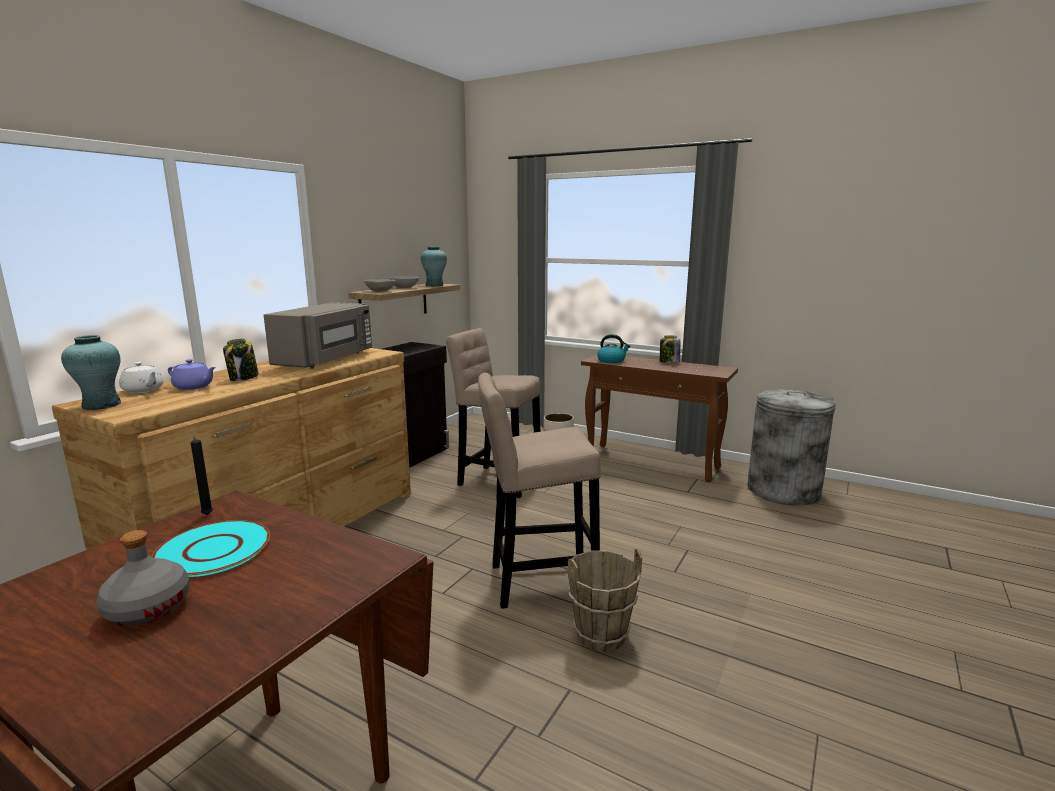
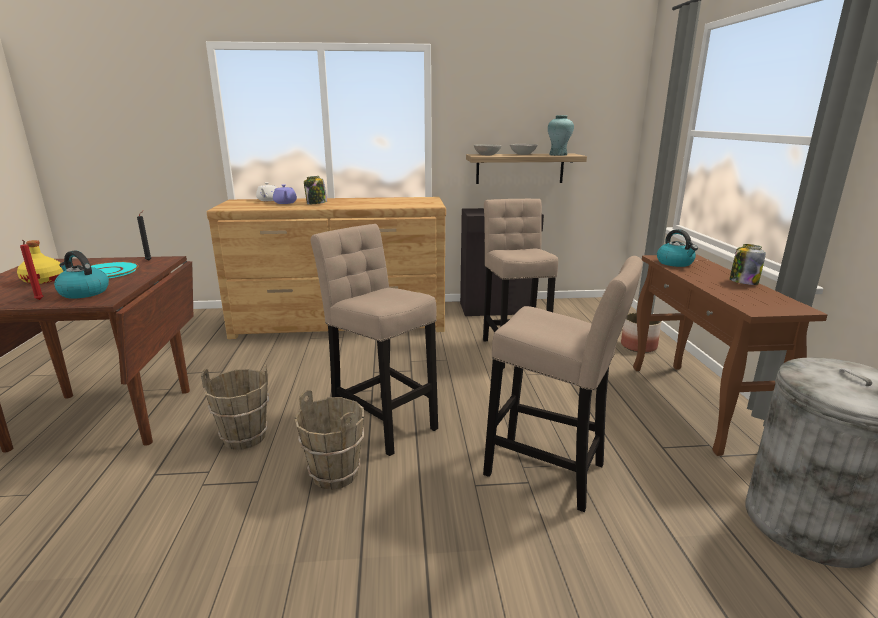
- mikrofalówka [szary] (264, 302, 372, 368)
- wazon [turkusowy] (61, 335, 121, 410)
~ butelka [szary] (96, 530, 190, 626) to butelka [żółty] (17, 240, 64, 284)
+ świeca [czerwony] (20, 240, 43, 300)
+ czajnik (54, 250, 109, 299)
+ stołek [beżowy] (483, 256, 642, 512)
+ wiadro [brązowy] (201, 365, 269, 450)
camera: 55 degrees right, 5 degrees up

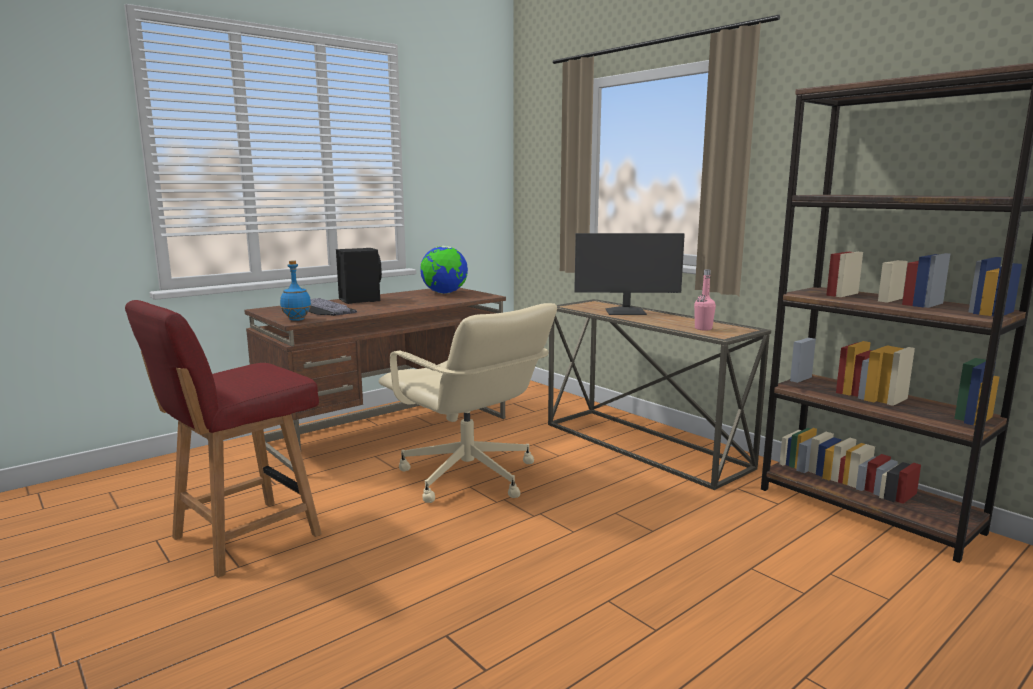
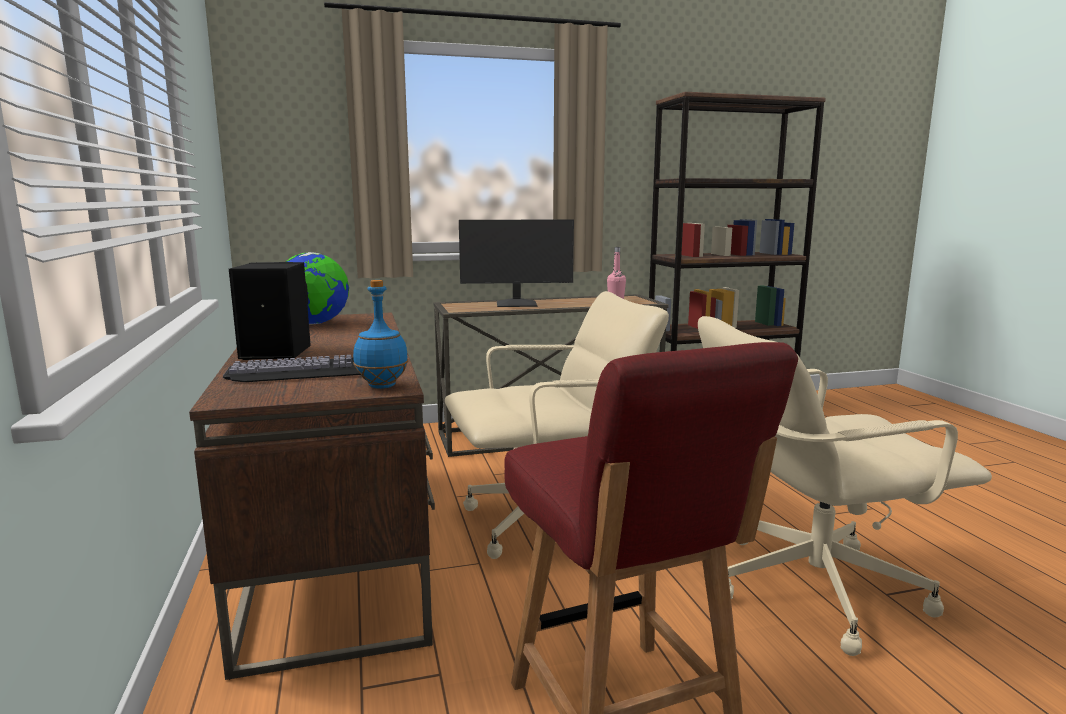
~ monitor (574, 233, 685, 315) = (459, 220, 574, 307) 60 degrees clockwise
+ krzesło biurowe [beżowy] (698, 316, 992, 656)
camera: 65 degrees left, 0 degrees up

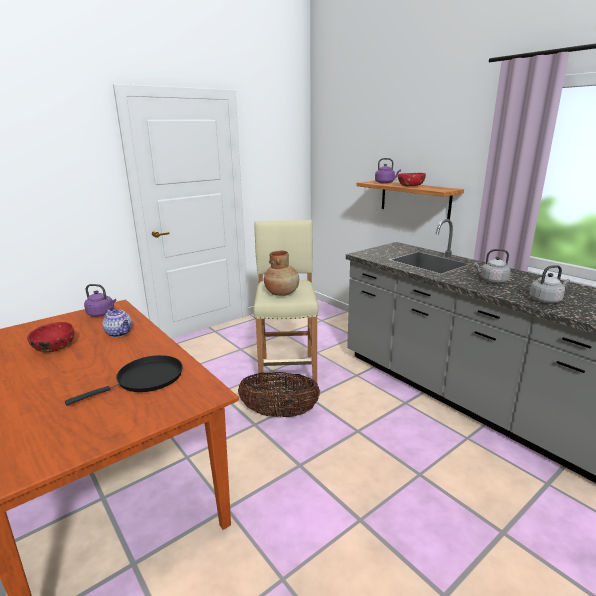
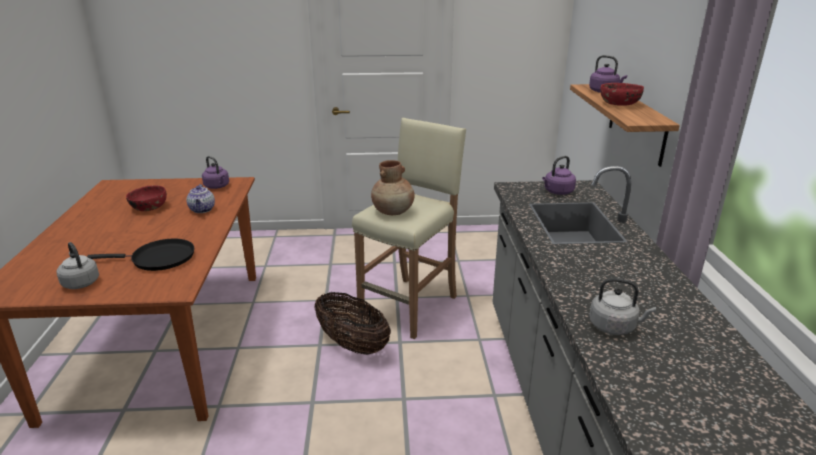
~ czajnik [szary] (474, 249, 511, 283) to (57, 242, 99, 289)
+ czajnik [fioletowy] (542, 156, 576, 195)
camera: 35 degrees right, 5 degrees up

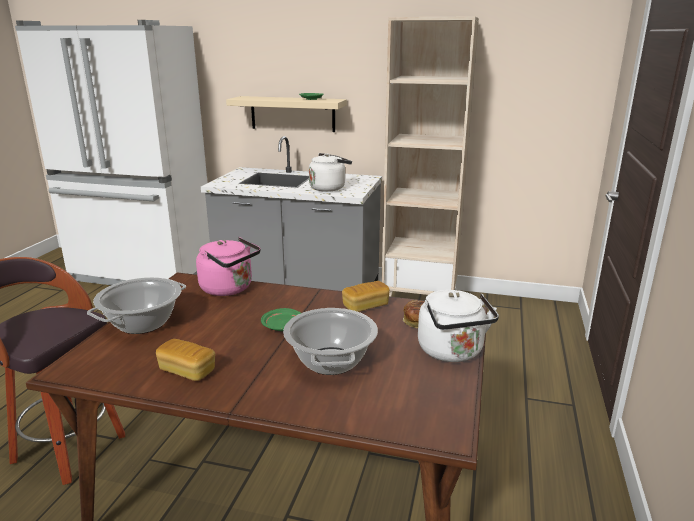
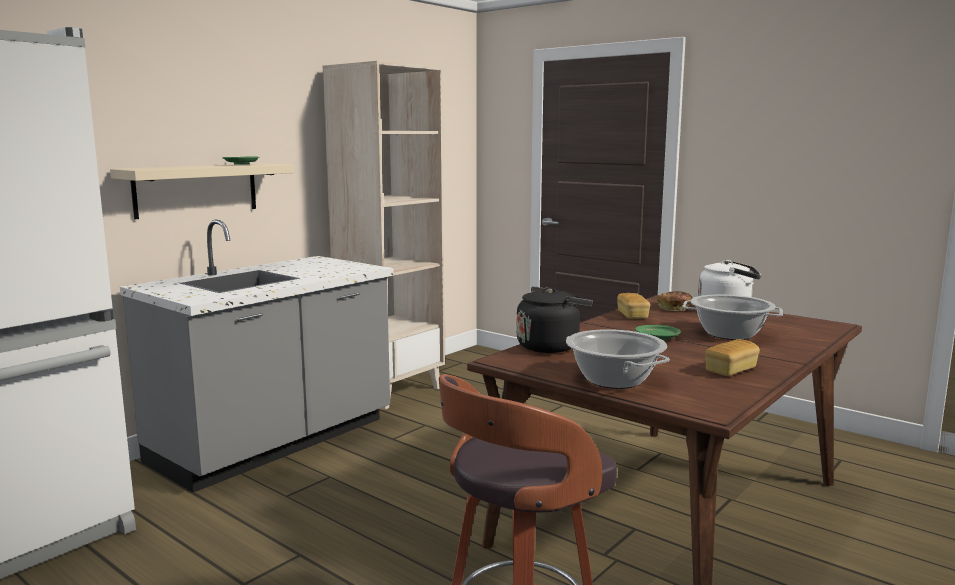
- czajnik [biały] (309, 153, 352, 192)
~ czajnik [różowy] (196, 237, 261, 296) to czajnik [czarny] (517, 287, 593, 353)
camera: 65 degrees left, 10 degrees down

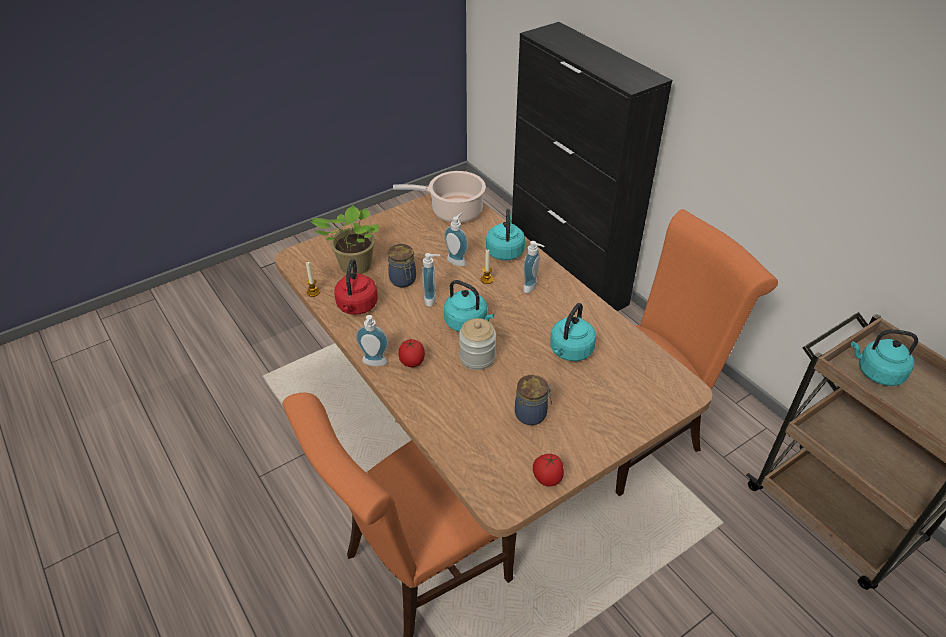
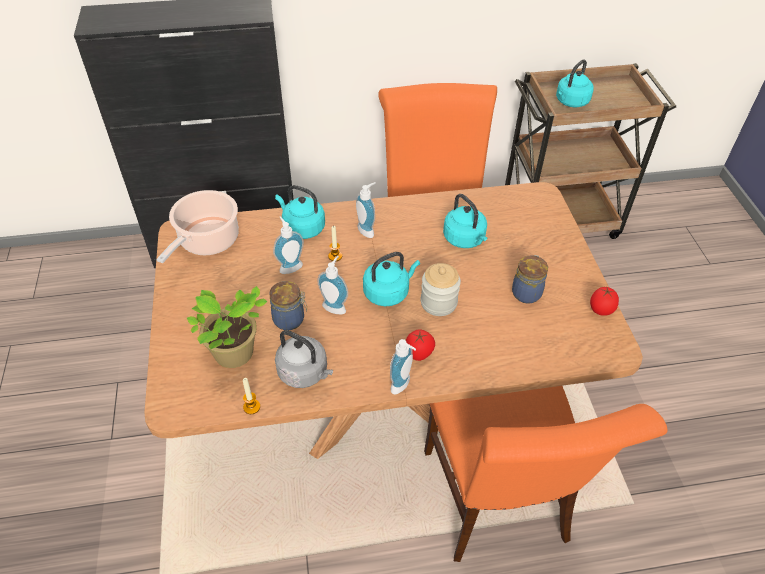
~ czajnik [czerwony] (334, 259, 378, 315) to czajnik [szary] (275, 330, 333, 388)
camera: 65 degrees left, 5 degrees up

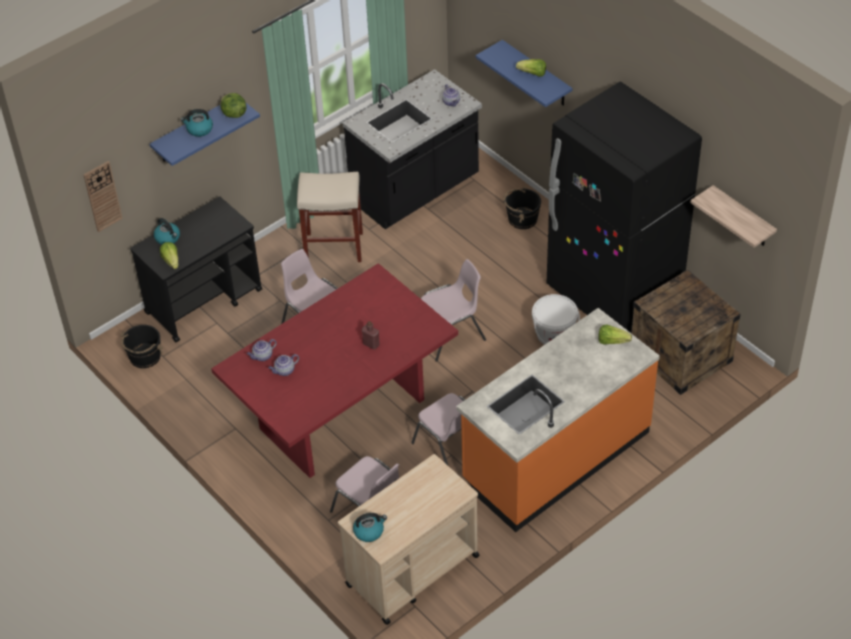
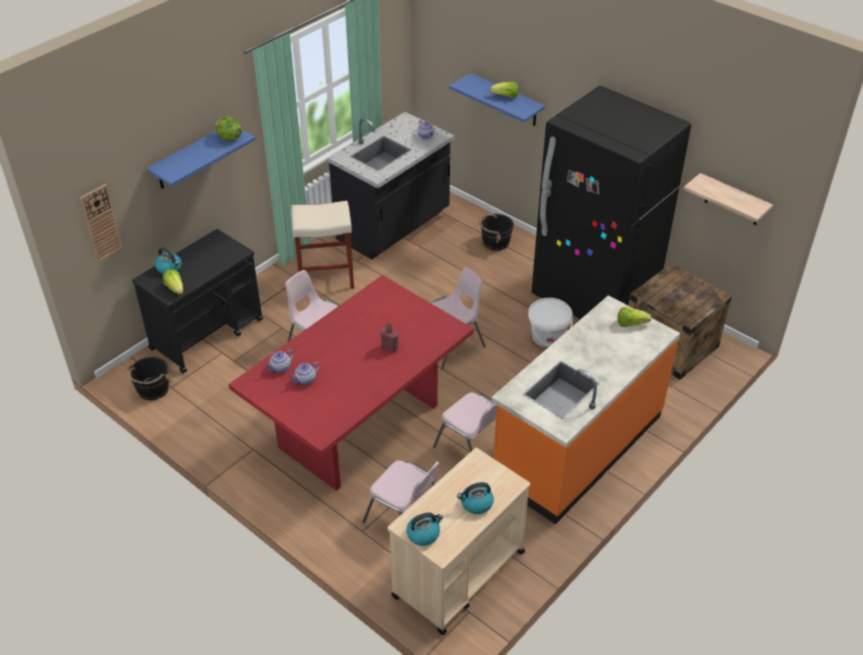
~ czajnik (180, 109, 213, 137) to (457, 482, 494, 514)
camera: 10 degrees left, 5 degrees down

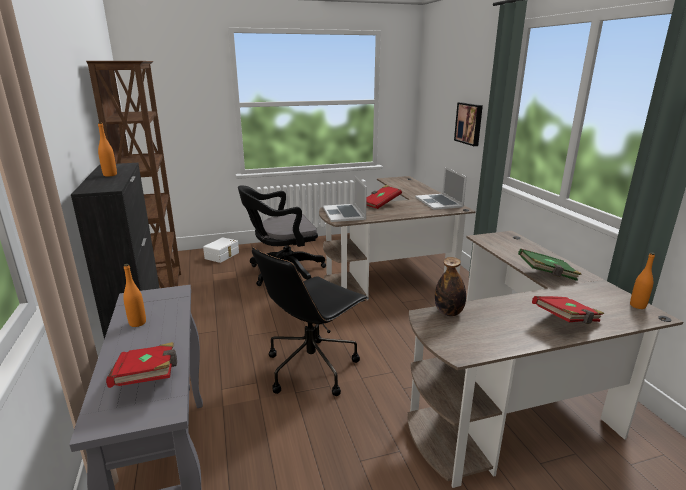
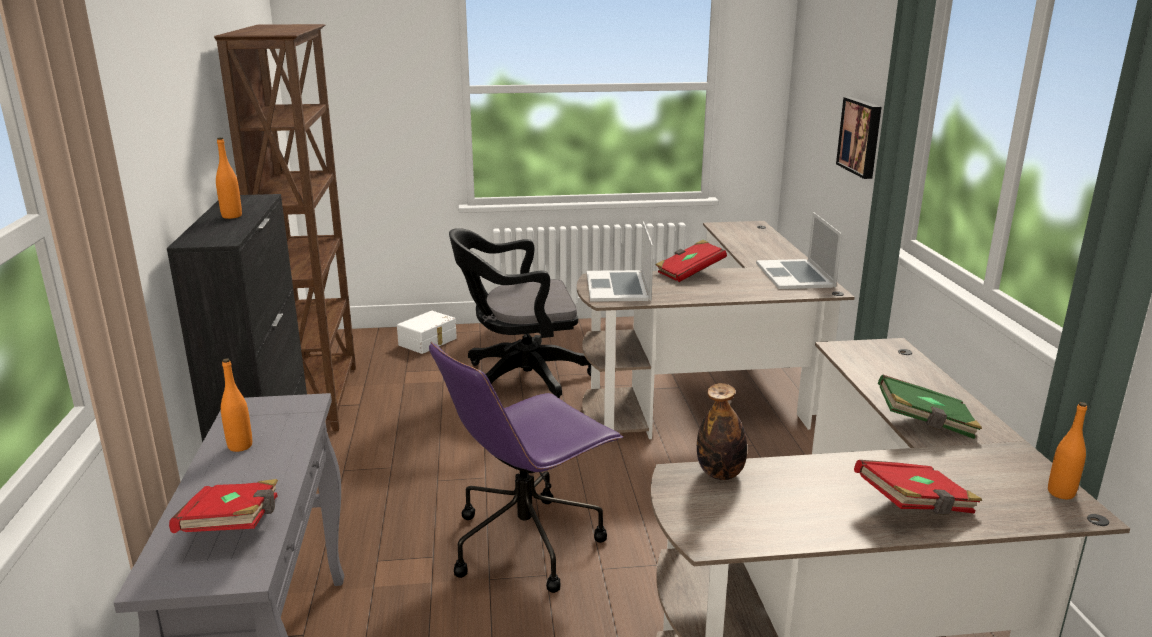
~ krzesło biurowe [czarny] (252, 247, 369, 396) to krzesło biurowe [fioletowy] (429, 342, 623, 593)
camera: 10 degrees right, 0 degrees up

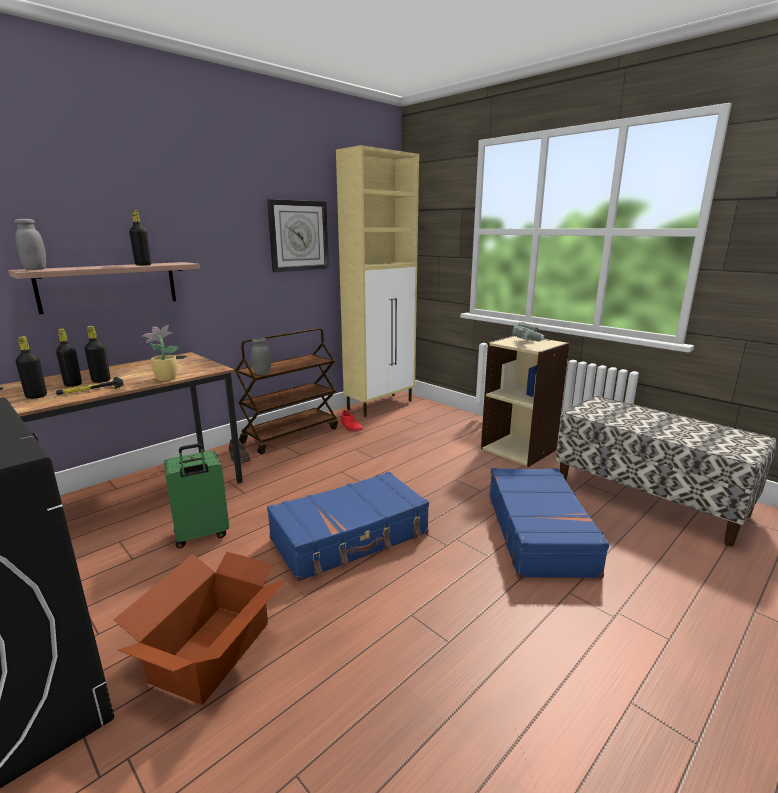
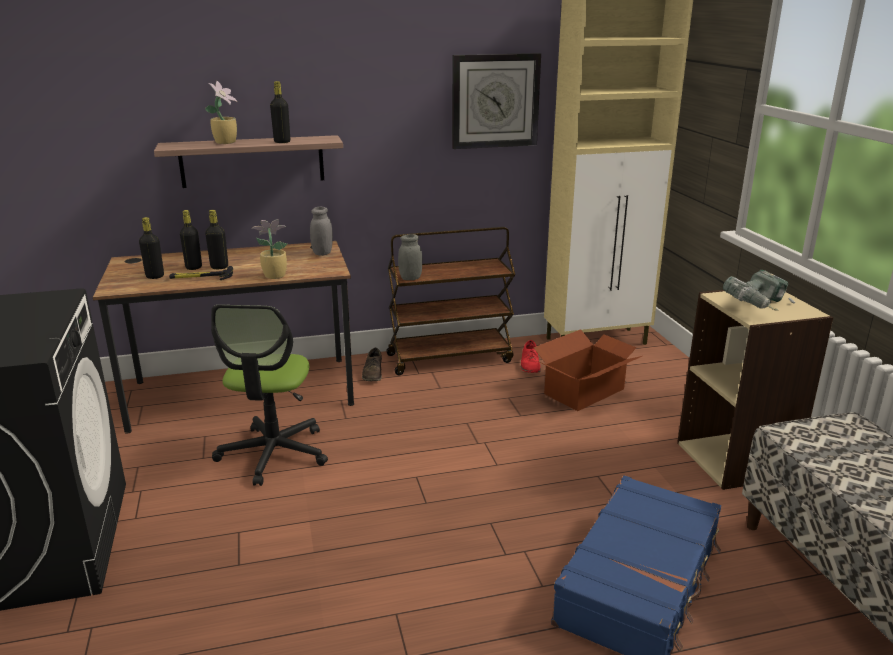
~ słoik [szary] (15, 219, 46, 270) to (310, 207, 333, 256)
~ walizka [zielony] (164, 443, 229, 549) to krzesło biurowe (211, 305, 328, 486)
- walizka [niebieski] (267, 471, 429, 582)
~ karton (114, 552, 285, 705) to (533, 329, 642, 411)
+ roślina doniczkowa (205, 81, 237, 144)
camera: 30 degrees right, 5 degrees up

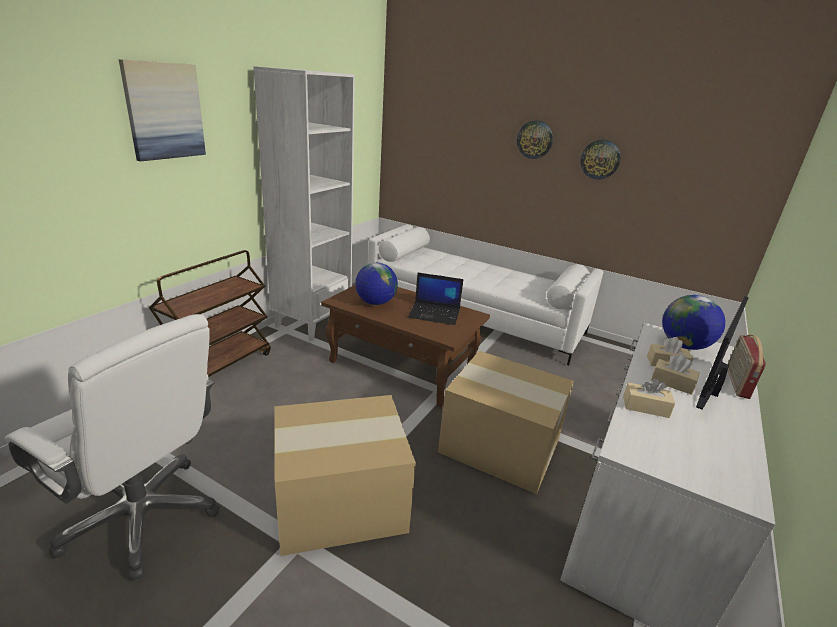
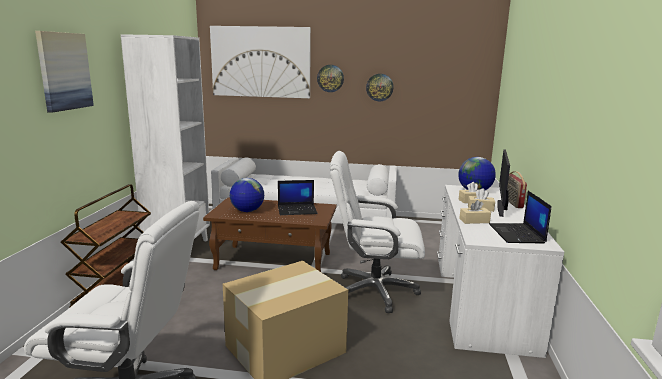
~ karton (438, 351, 574, 494) to krzesło biurowe [biały] (330, 151, 425, 313)
+ obraz (210, 26, 311, 98)
+ laptop (489, 191, 552, 243)
camera: 20 degrees left, 10 degrees down

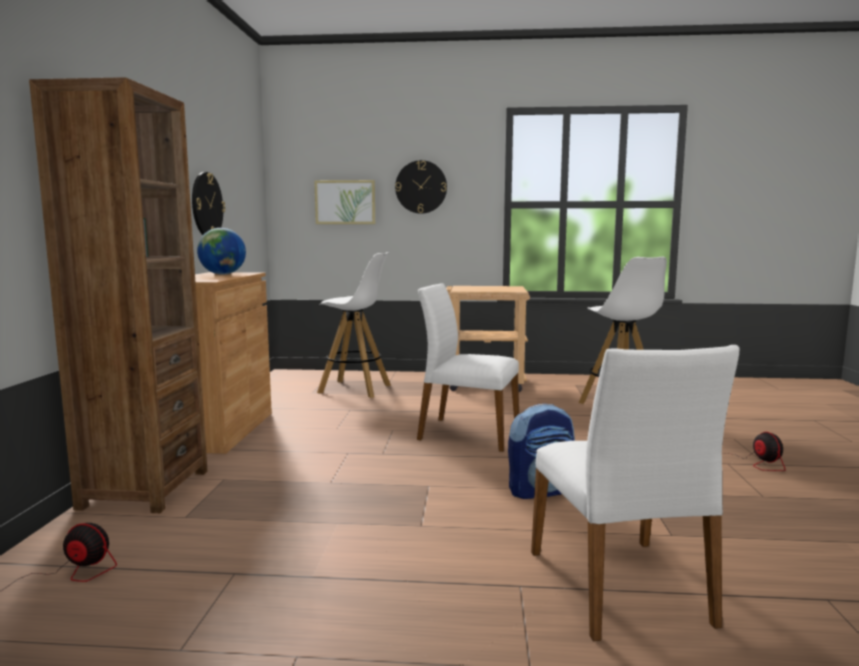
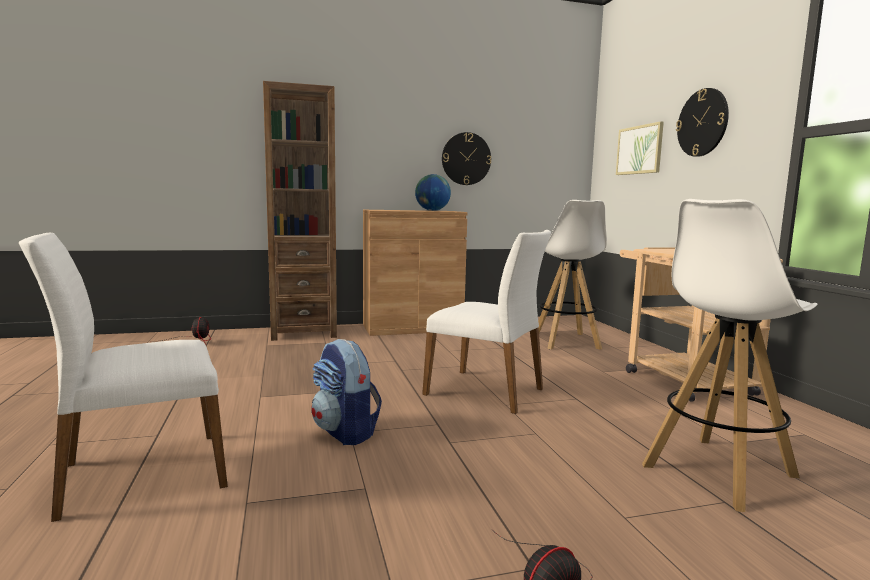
~ krzesło [biały] (417, 284, 519, 452) = (422, 230, 551, 414) 120 degrees clockwise
camera: 70 degrees right, 0 degrees up

